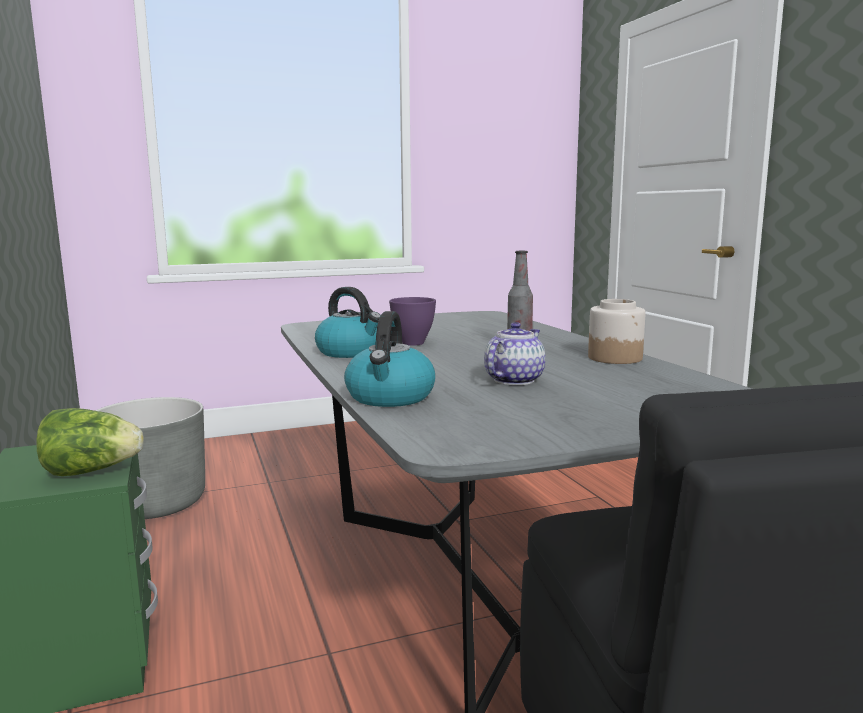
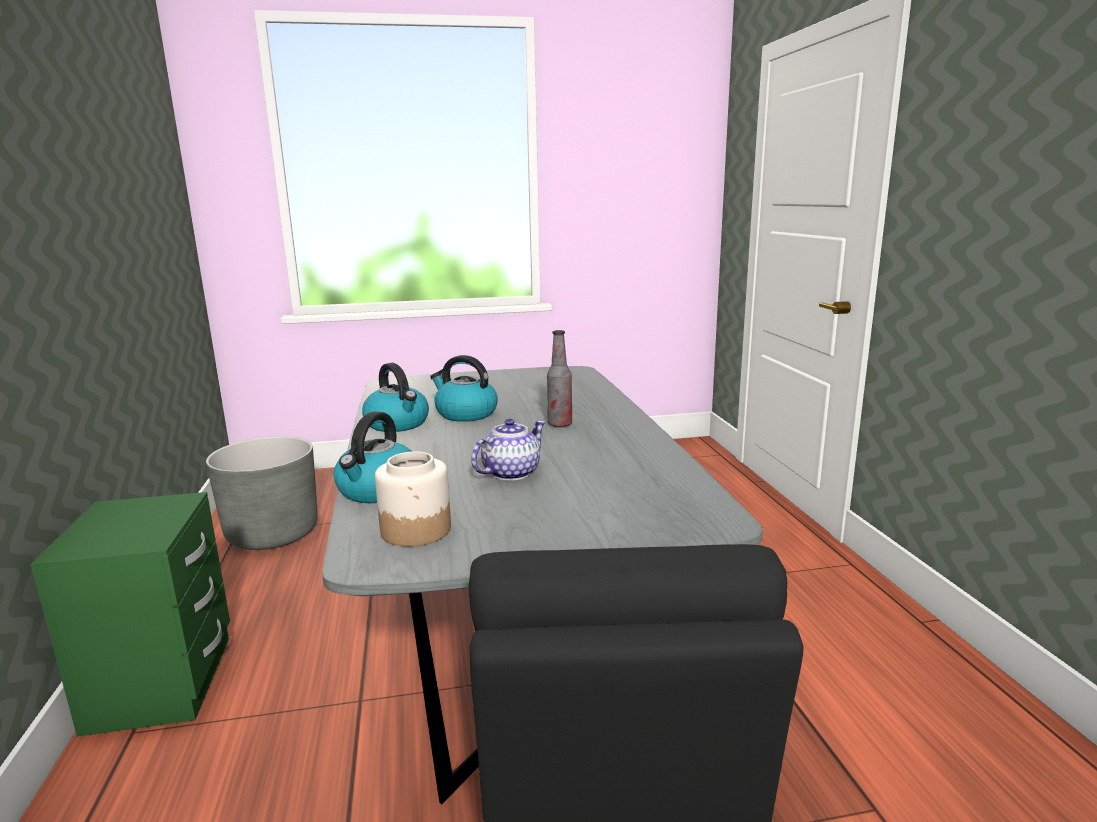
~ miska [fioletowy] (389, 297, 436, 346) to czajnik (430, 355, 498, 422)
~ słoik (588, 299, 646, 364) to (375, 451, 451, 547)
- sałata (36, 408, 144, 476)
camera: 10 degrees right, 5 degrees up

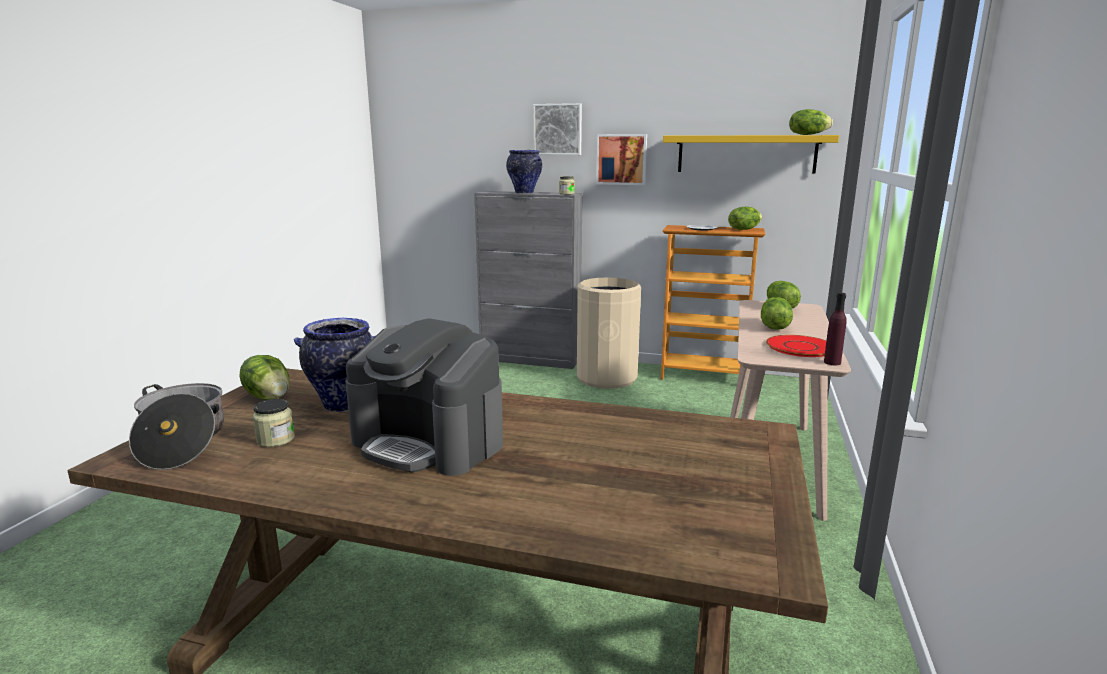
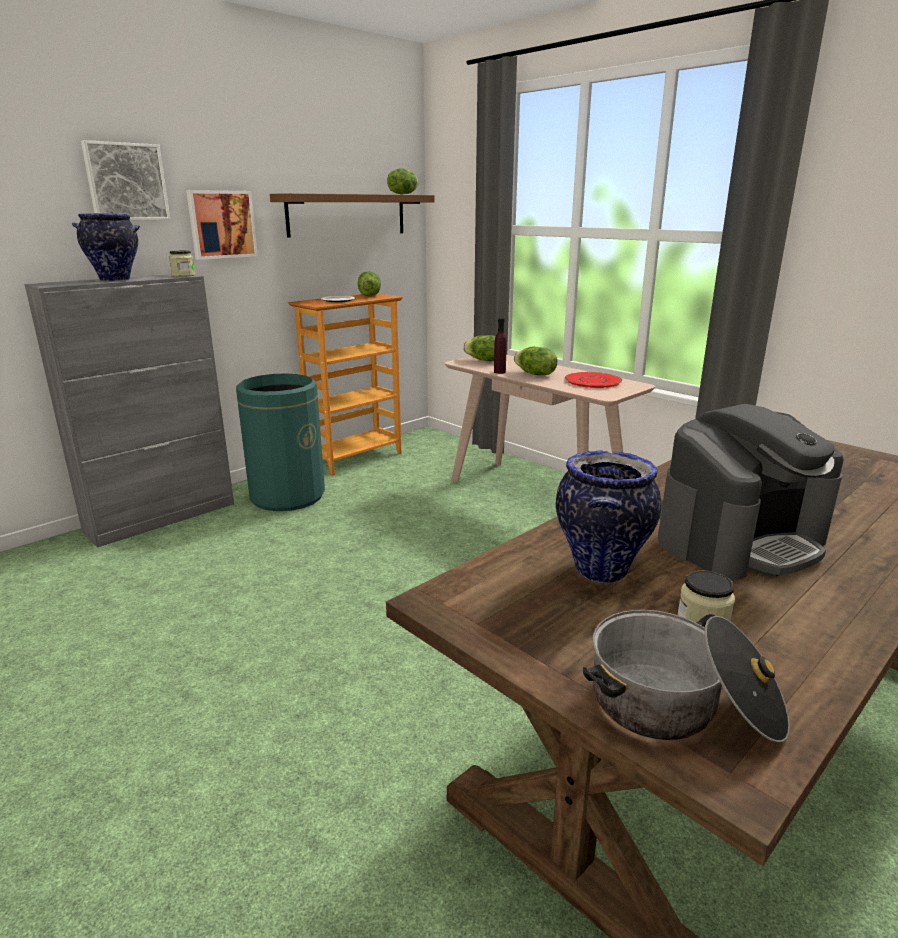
~ półka [żółty] (663, 135, 839, 174) to półka [brązowy] (270, 193, 435, 238)
~ kosz na śmieci [beżowy] (577, 278, 641, 389) to kosz na śmieci [zielony] (236, 373, 325, 511)
~ butelka [fioletowy] (824, 293, 847, 365) to (494, 318, 507, 374)
- sałata (240, 355, 290, 400)
camera: 60 degrees left, 5 degrees up

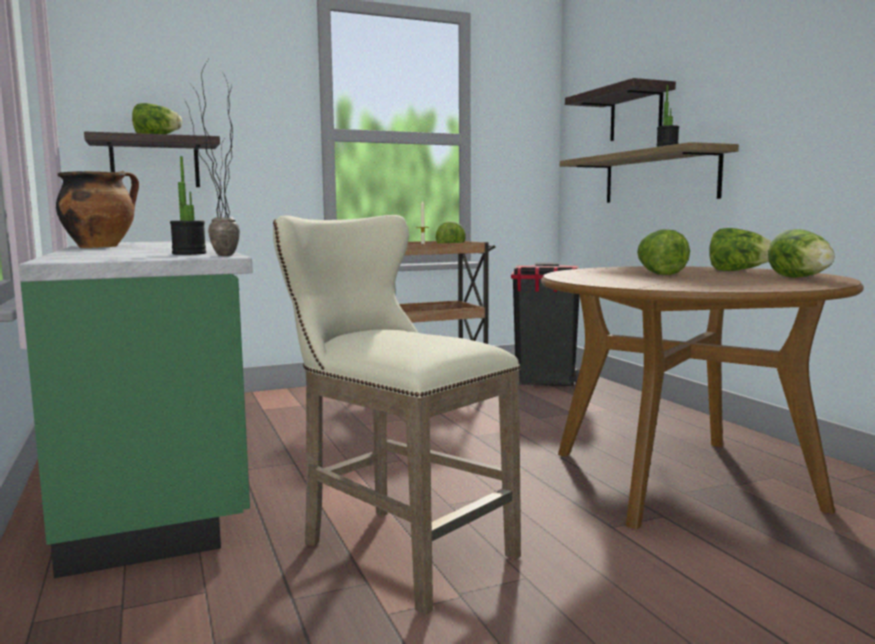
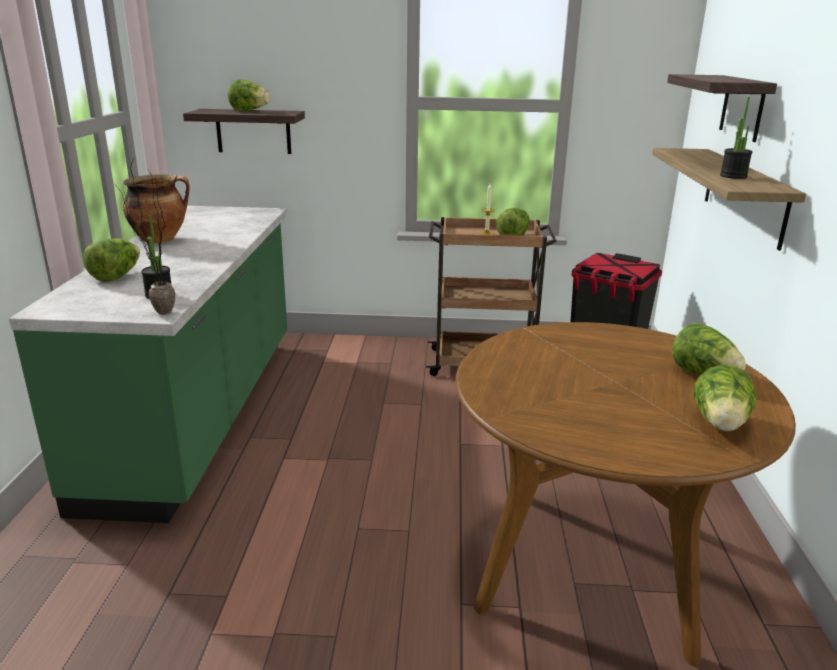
- stołek [beżowy] (273, 215, 521, 615)
~ sałata (637, 229, 690, 275) to (83, 238, 140, 282)
camera: 25 degrees right, 15 degrees up

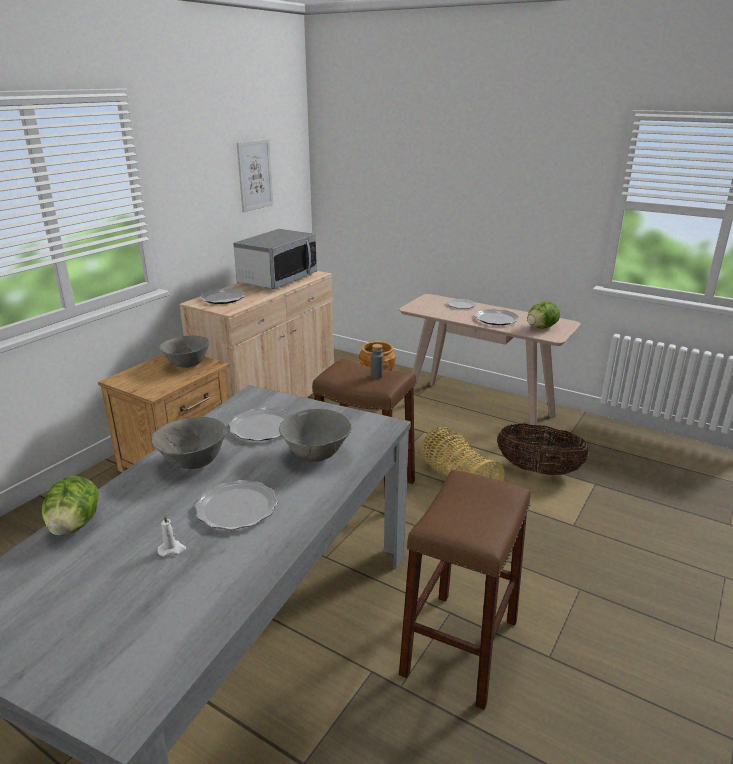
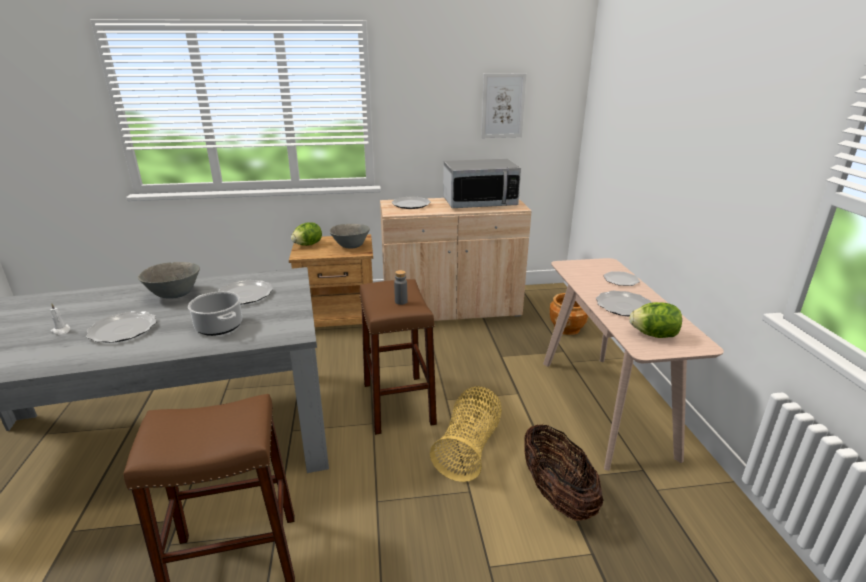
~ miska [szary] (279, 409, 352, 462) to garnek (188, 291, 242, 336)
~ sałata (42, 476, 99, 536) to (291, 222, 322, 246)
camera: 50 degrees right, 0 degrees up

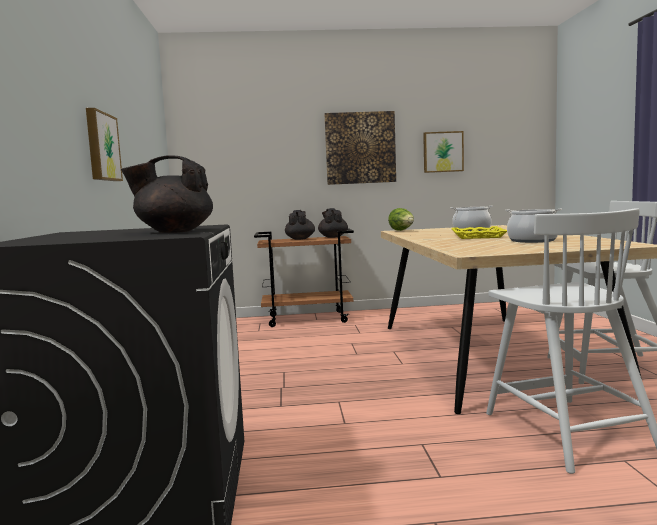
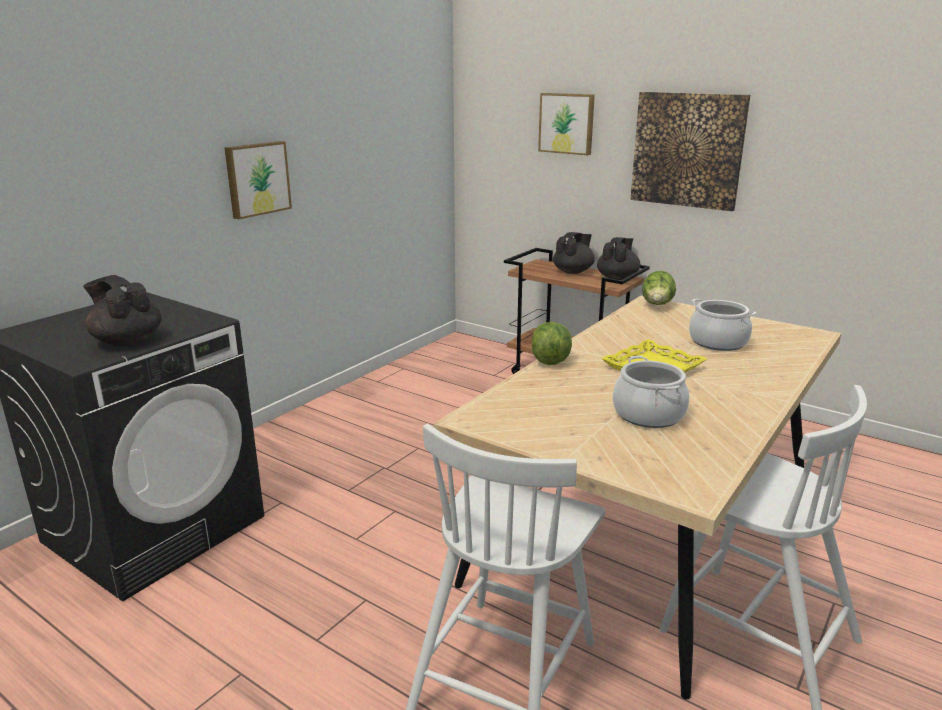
~ obraz (423, 131, 464, 173) to (538, 93, 595, 155)
+ sałata (532, 322, 572, 365)
camera: 40 degrees right, 15 degrees up

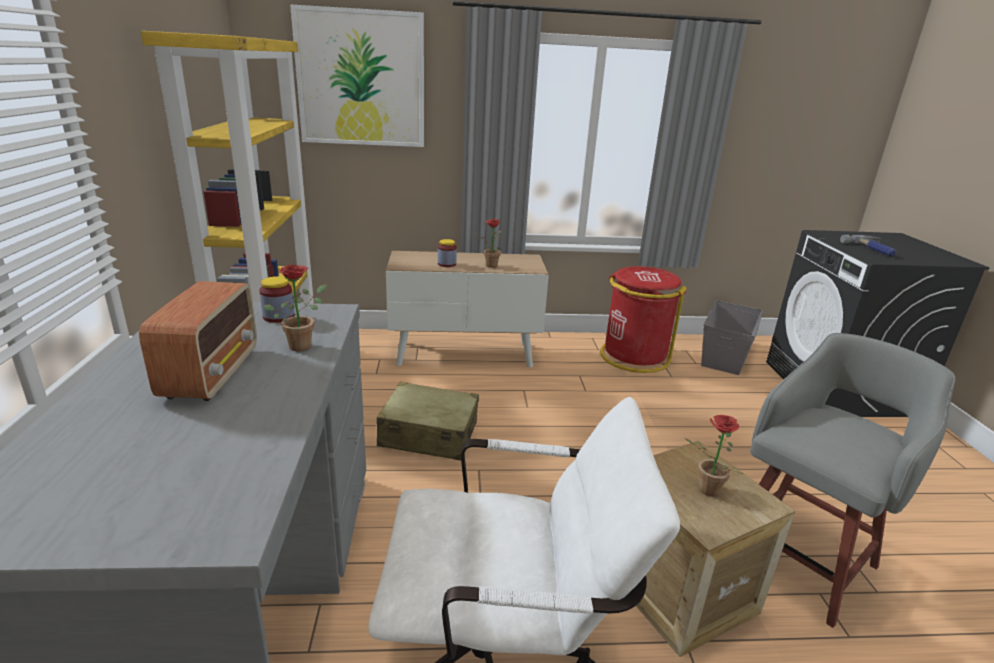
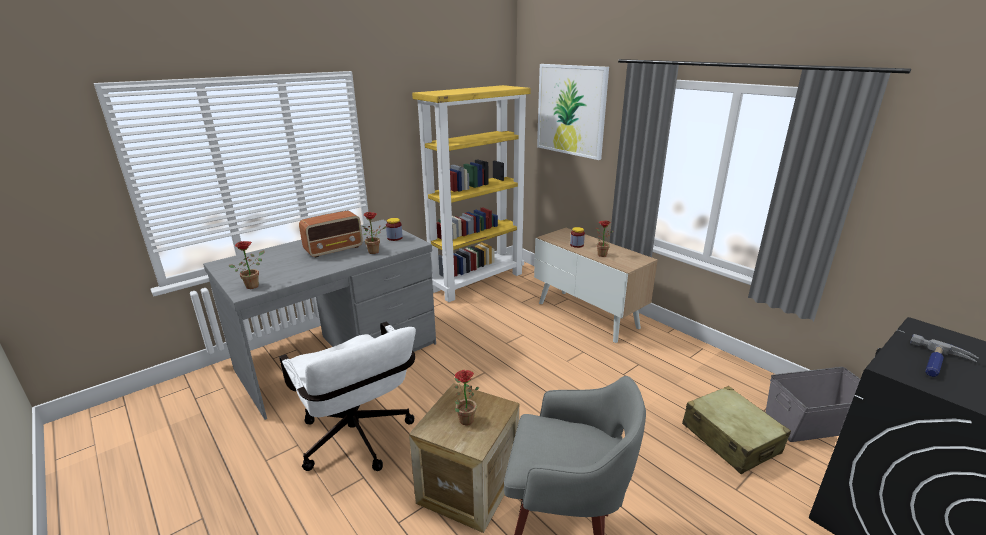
- kosz na śmieci [czerwony] (600, 266, 687, 373)
~ walizka [beżowy] (376, 382, 479, 461) to (682, 386, 791, 474)
+ roślina doniczkowa (228, 241, 265, 289)
camera: 55 degrees right, 0 degrees up

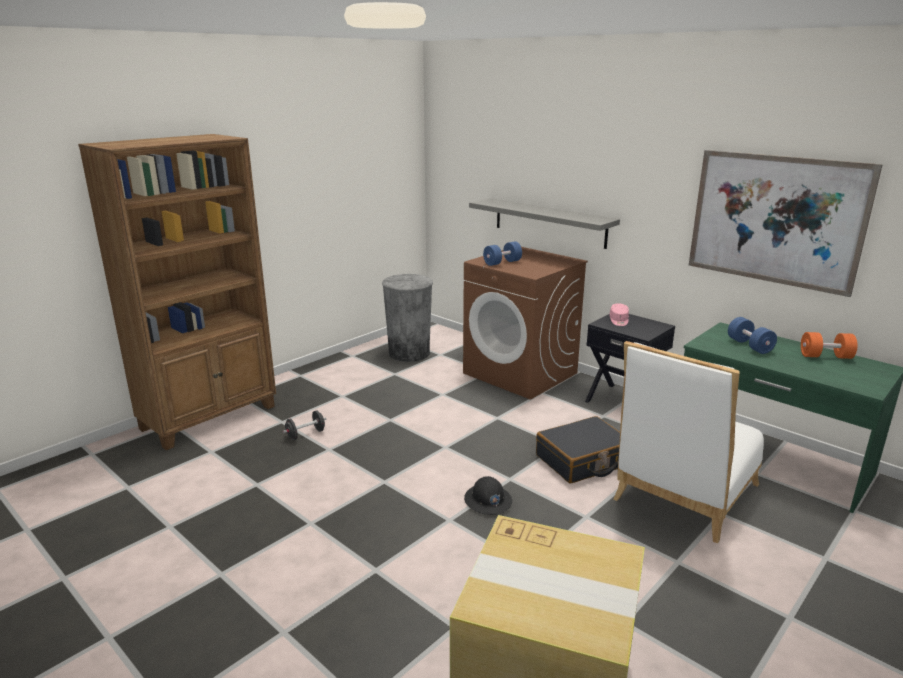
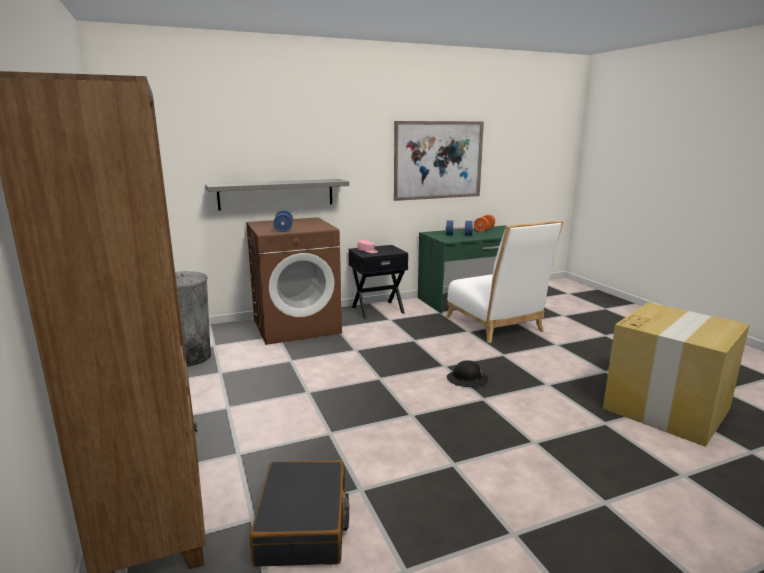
- hantel [czarny] (283, 410, 327, 440)
~ walizka [czarny] (536, 416, 620, 483) to (250, 460, 350, 567)
camera: 65 degrees left, 5 degrees down

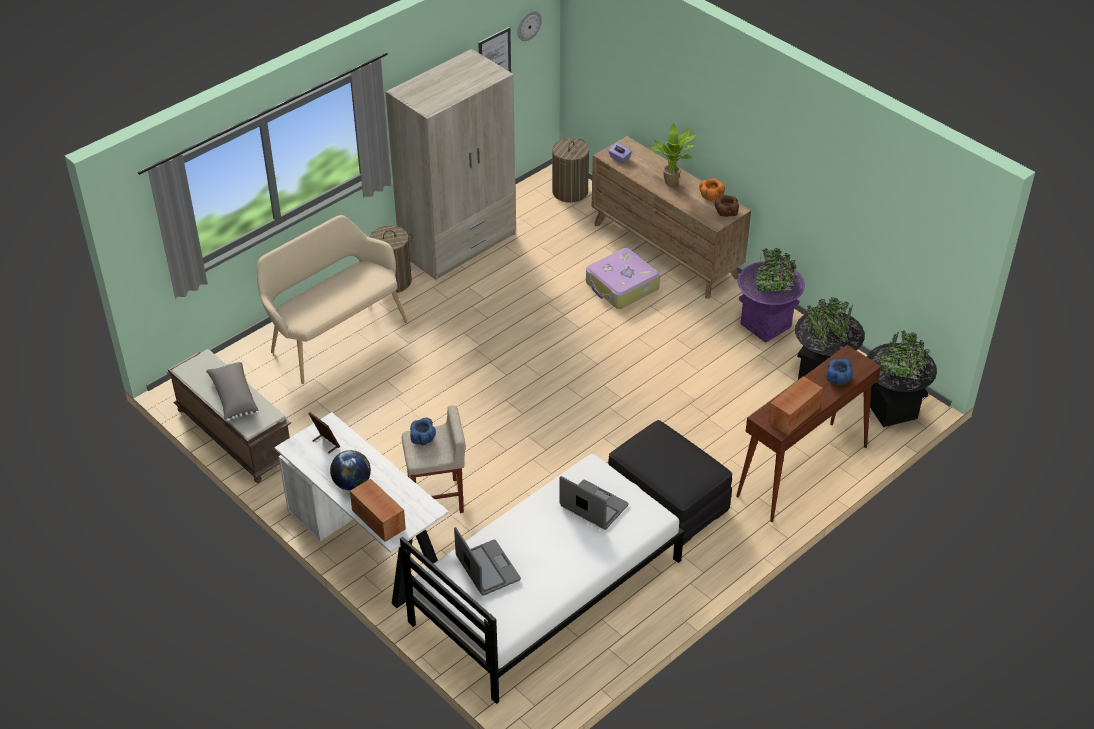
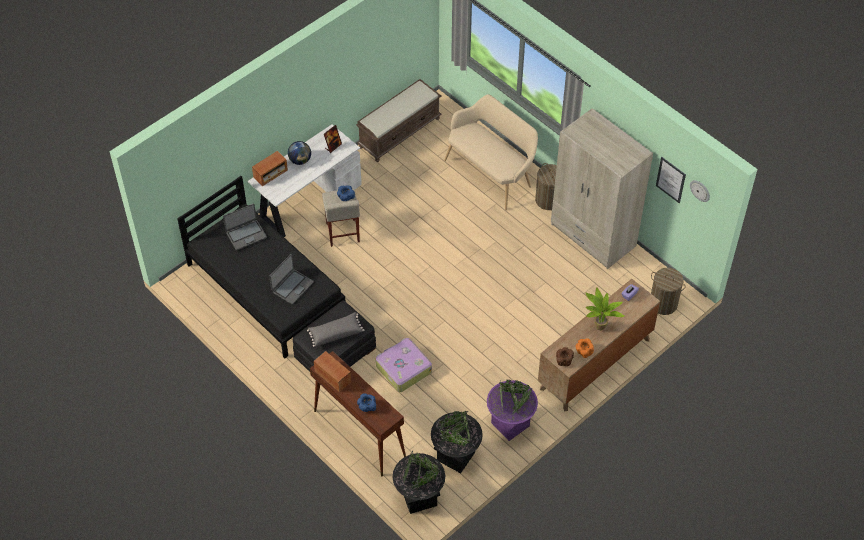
~ walizka (586, 248, 660, 309) to (376, 338, 432, 392)
~ poduszka [szary] (206, 361, 259, 422) to (307, 312, 364, 347)
~ łóżko [biały] (400, 454, 684, 704) to łóżko [czarny] (177, 176, 346, 358)
camera: 90 degrees right, 10 degrees up

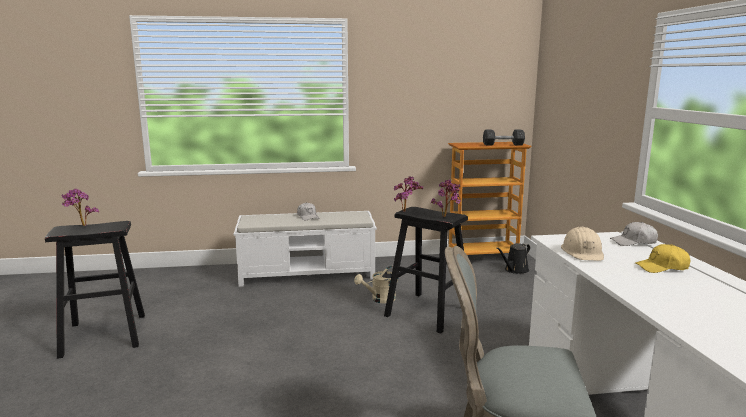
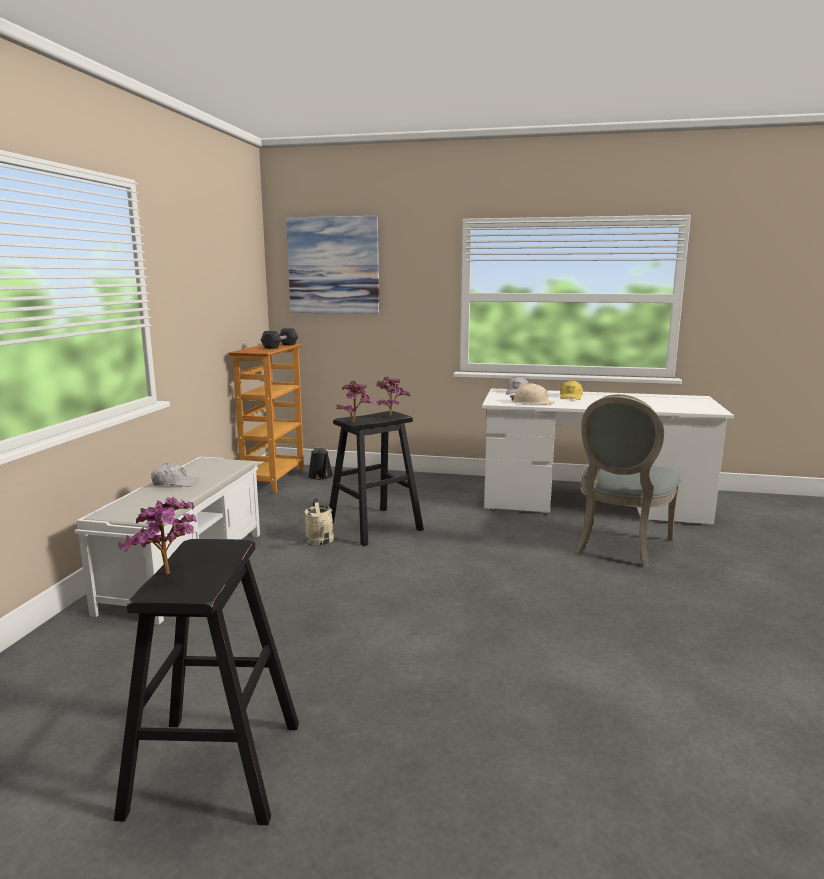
+ obraz (286, 216, 379, 314)
camera: 70 degrees left, 0 degrees up

